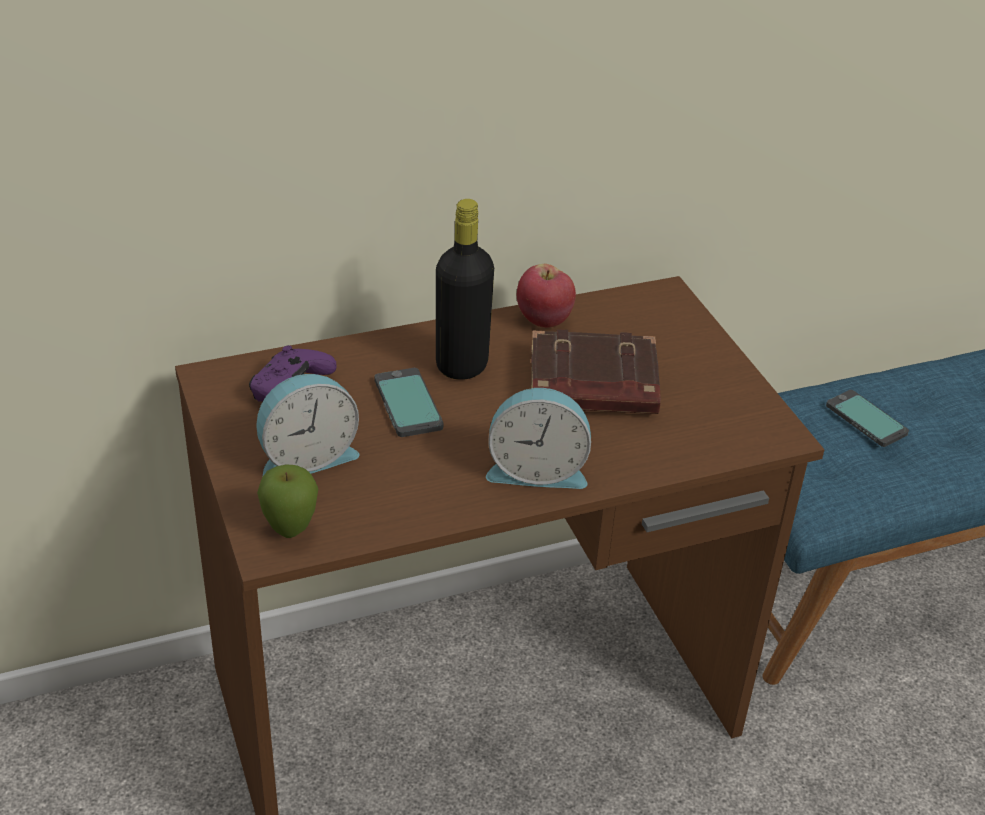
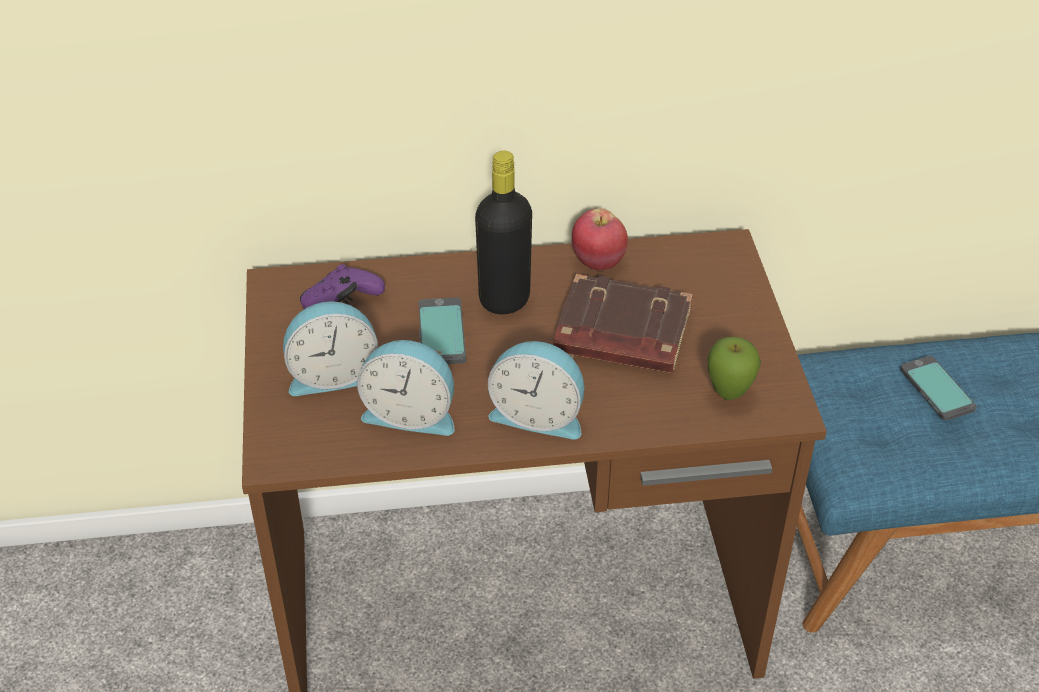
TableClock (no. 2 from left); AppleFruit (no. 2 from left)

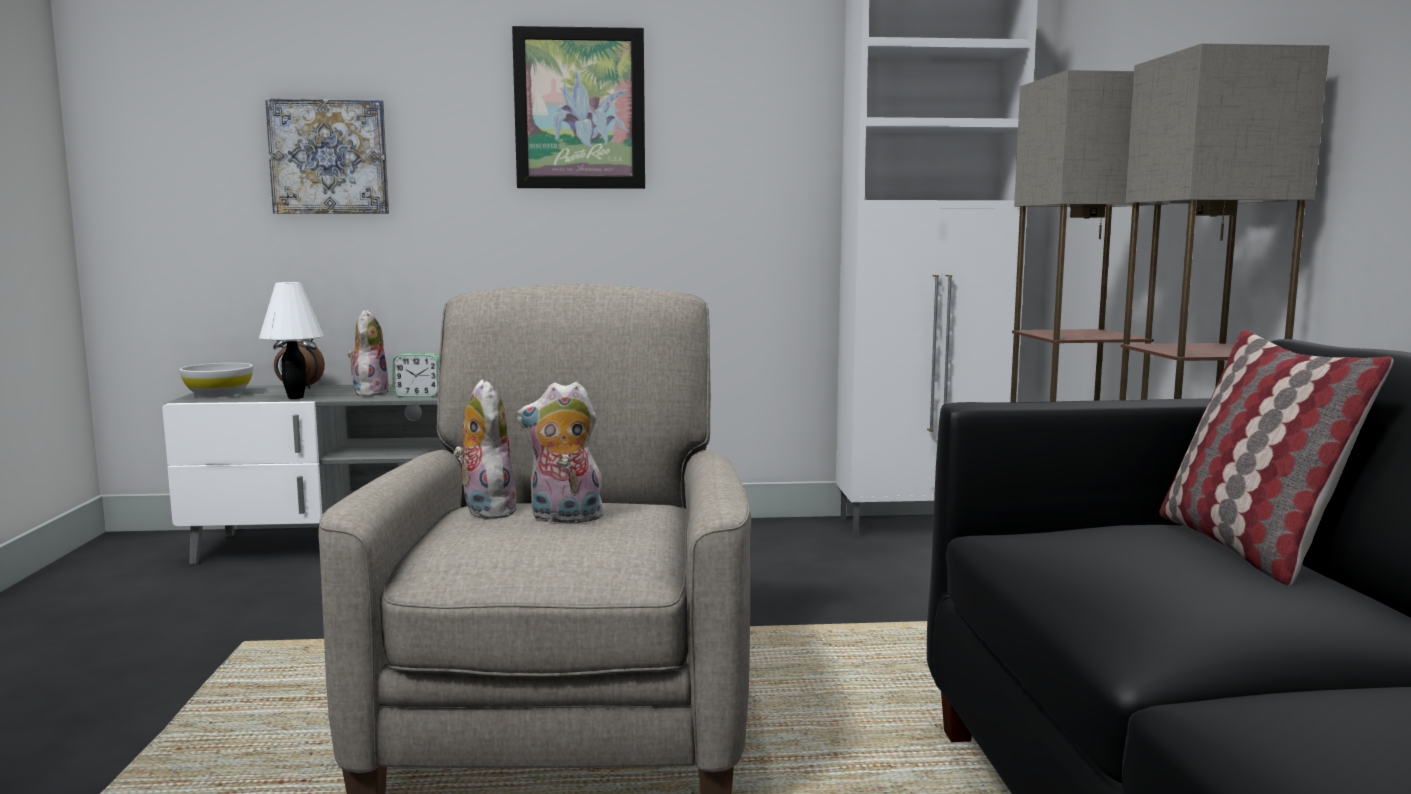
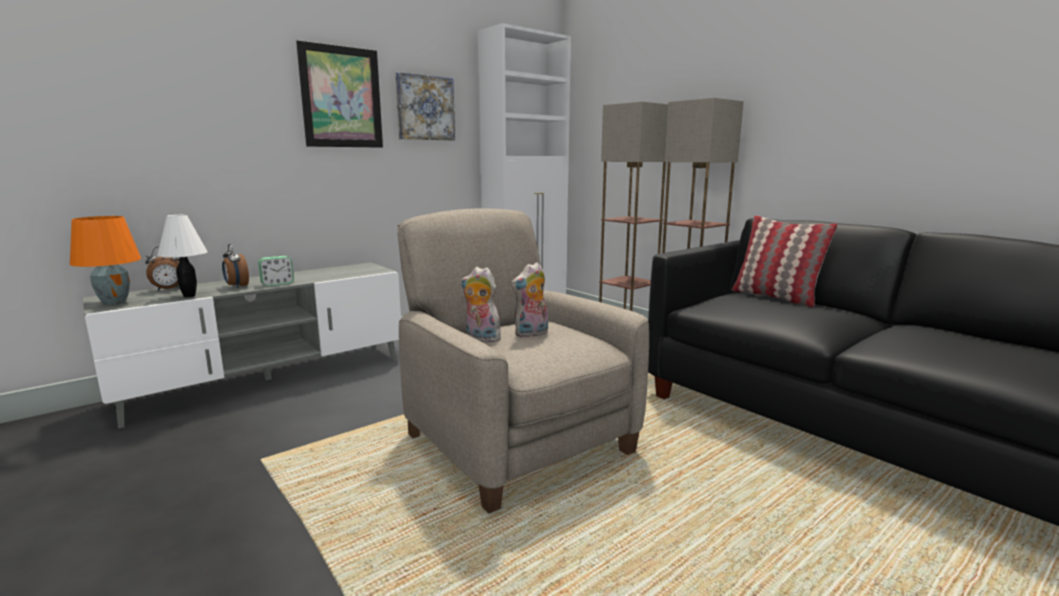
OrangeTabletopLamp; TableClock (no. 2 from left); Picture (no. 2 from left)

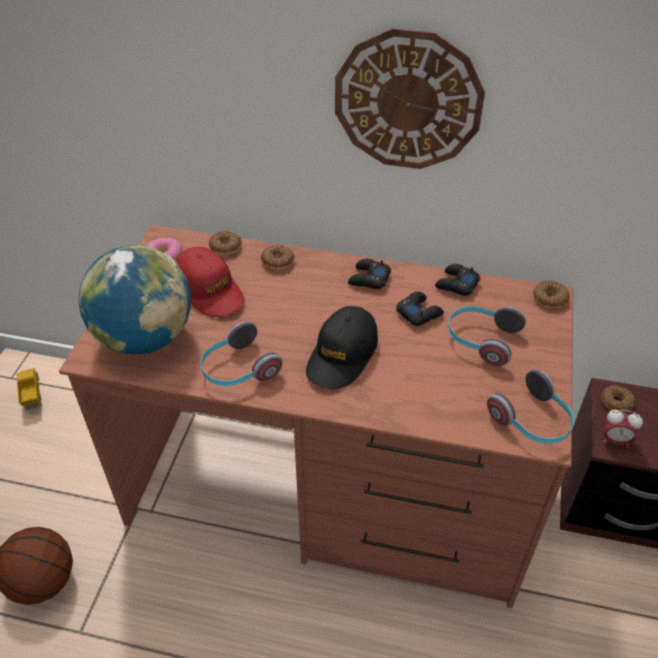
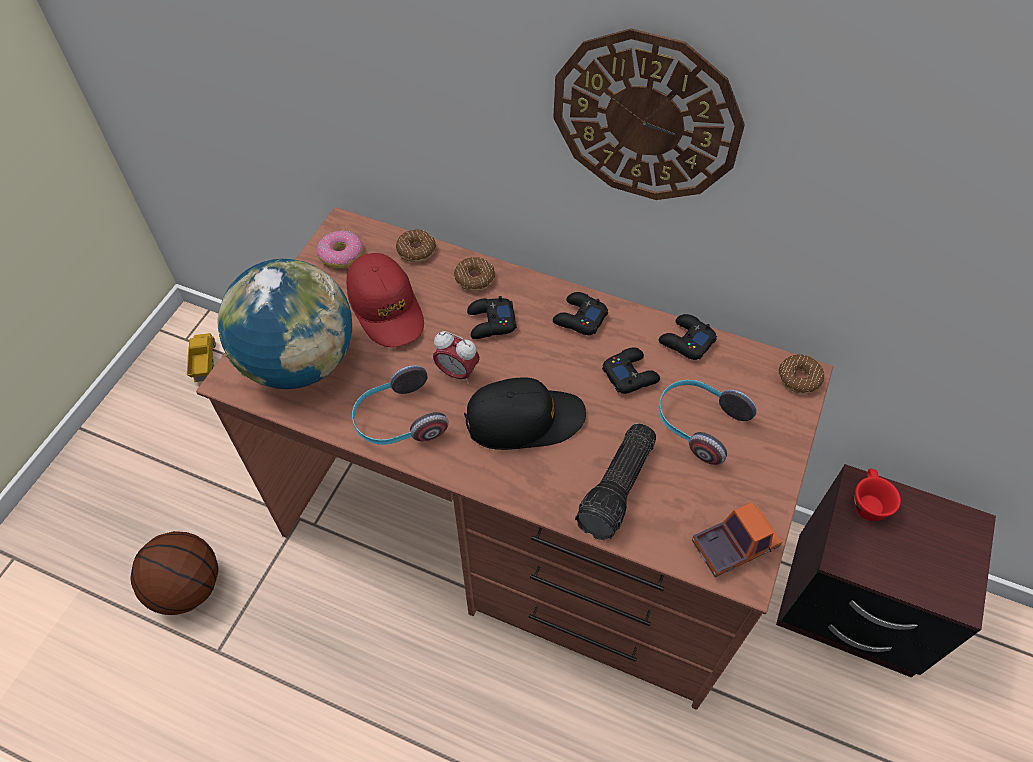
TableClock; BlackishCap; BlackishGameController (no. 1 from left); Torch; ToyLorry (no. 2 from left); RedColouredSmallCup

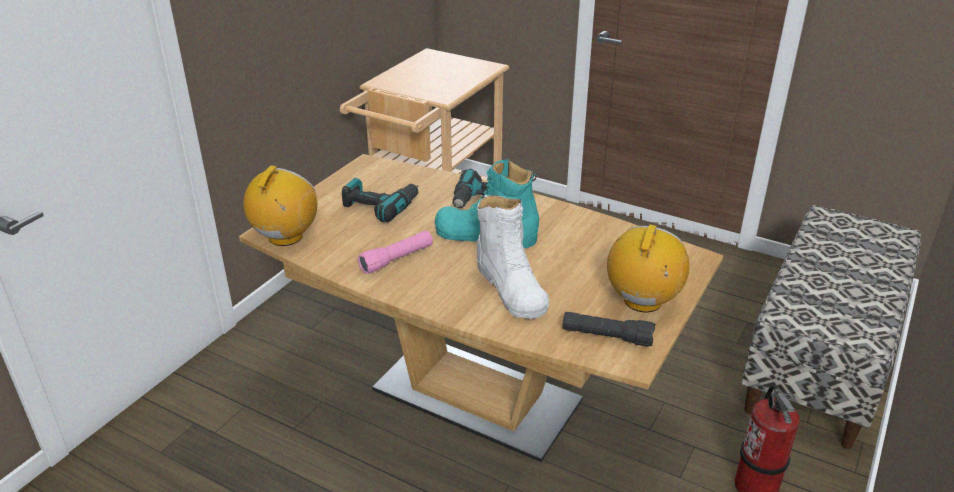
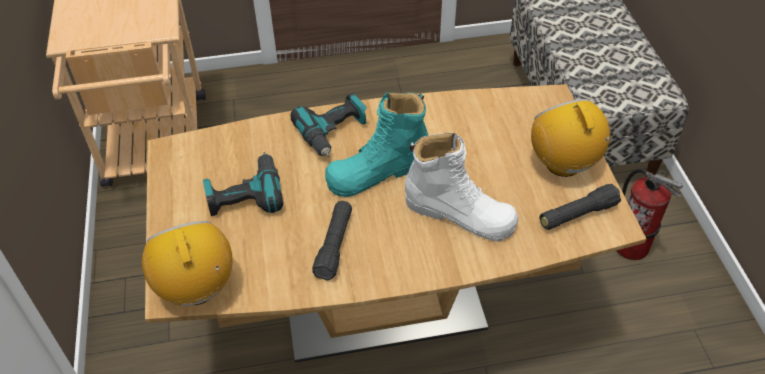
BlackishTorch (no. 1 from left)

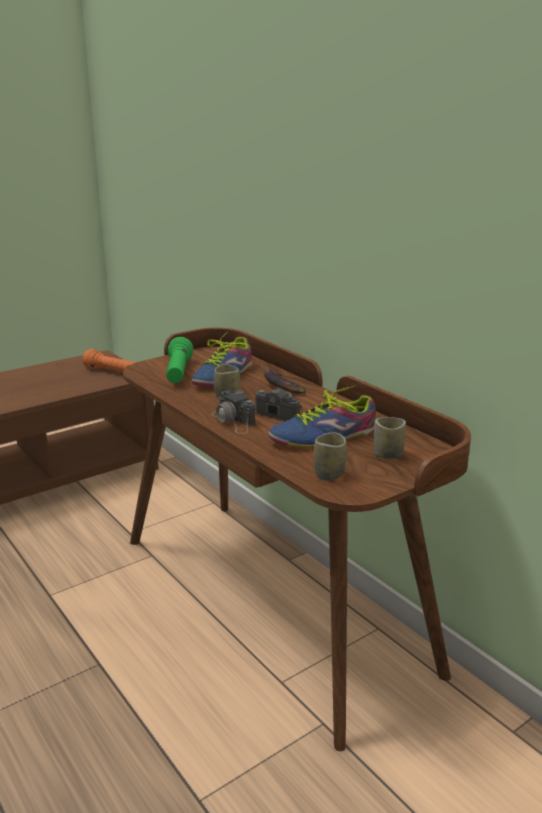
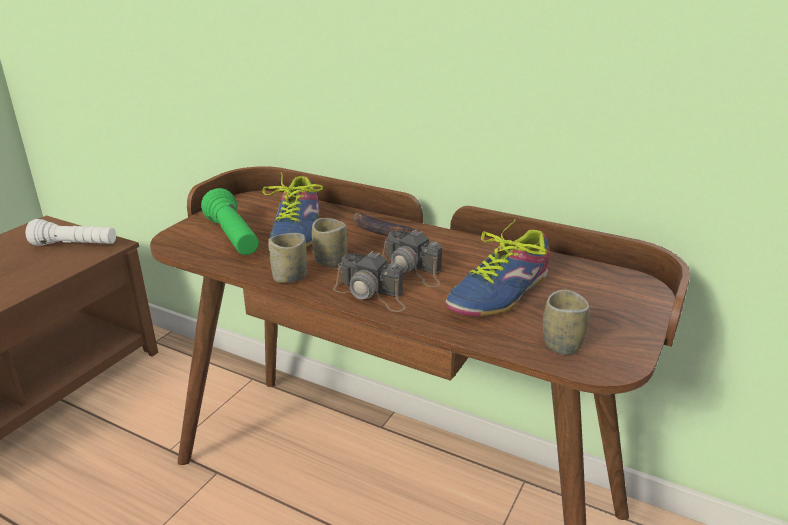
WhiteTorch; SmallCup (no. 1 from left); StillCamera (no. 2 from left)

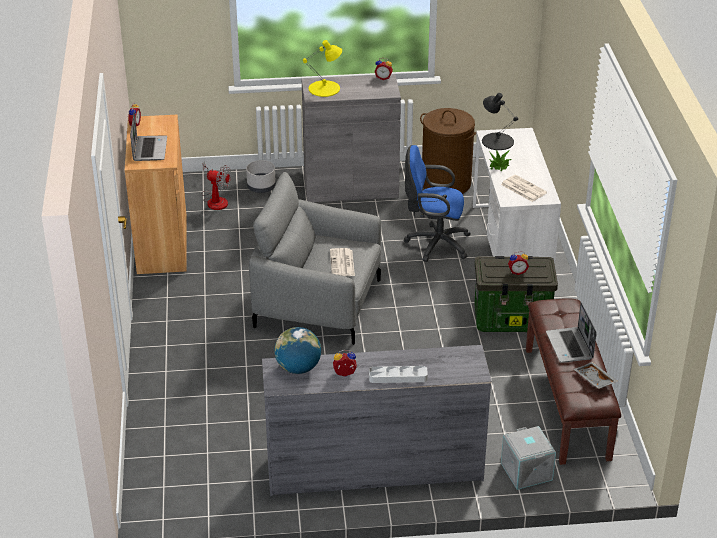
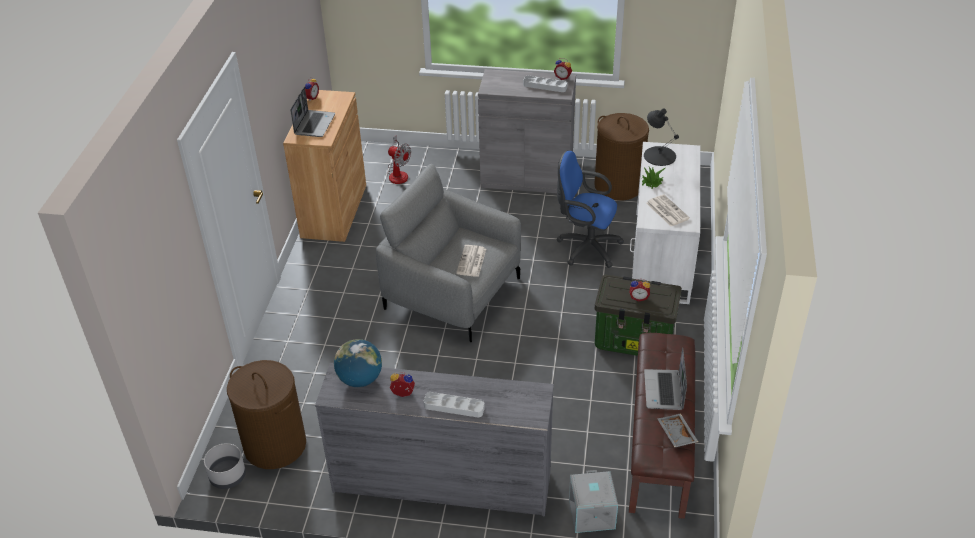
GreyishPlantPot; BrownColouredLaundryBasket (no. 1 from left); GreyishCarryingTray (no. 2 from left); YellowTabletopLamp

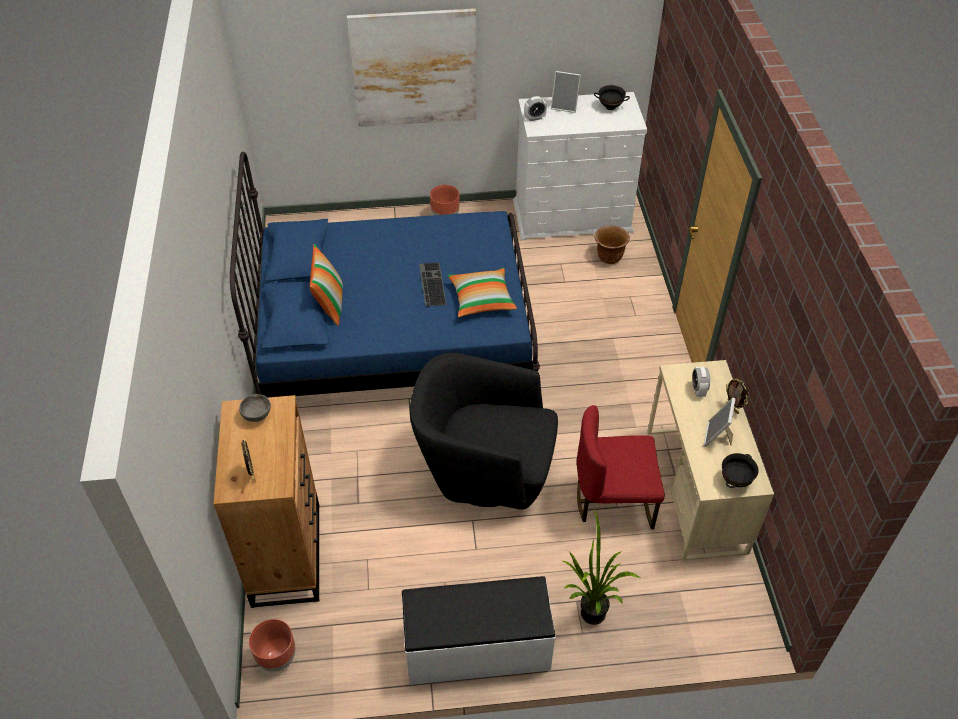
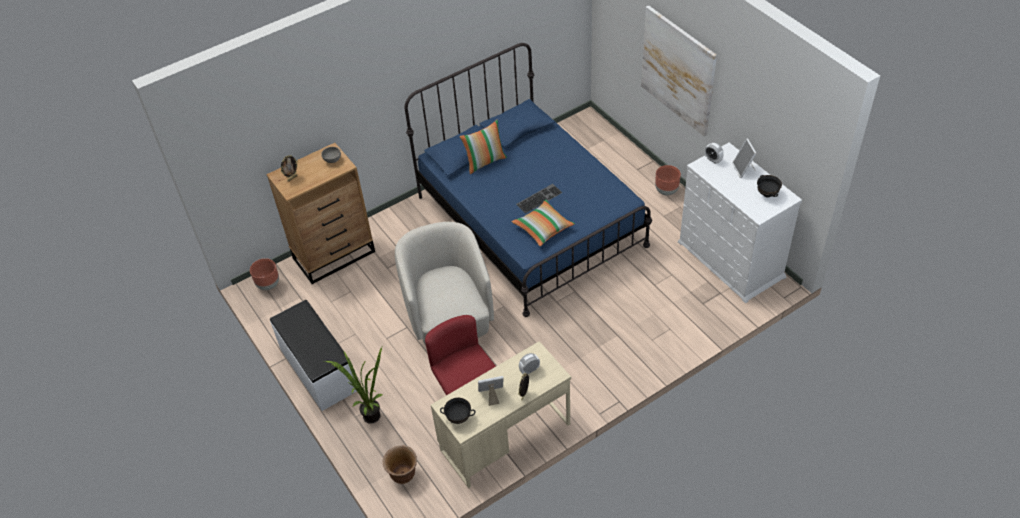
BrownColouredPlantPot (no. 2 from left); BeigeArmchair

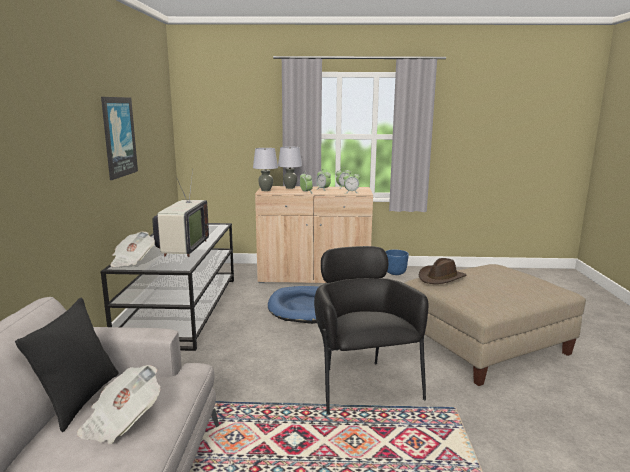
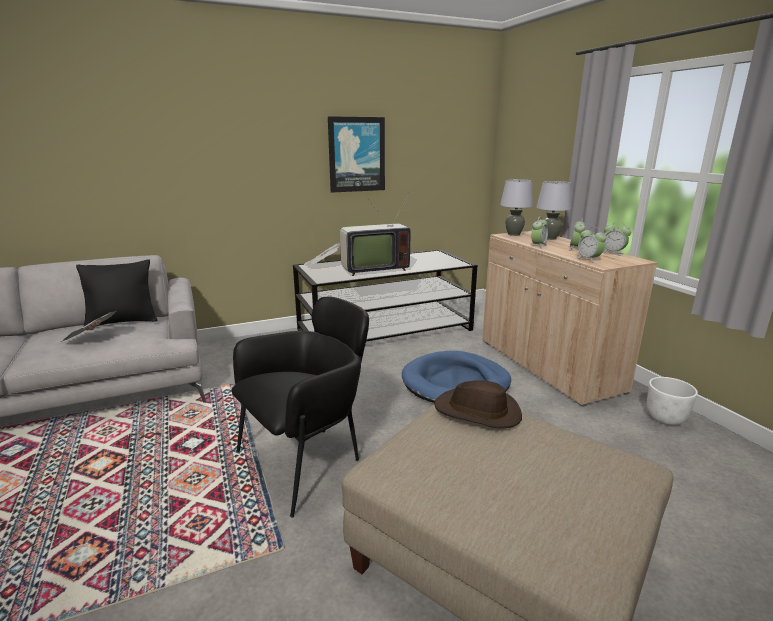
WhitePlantPot

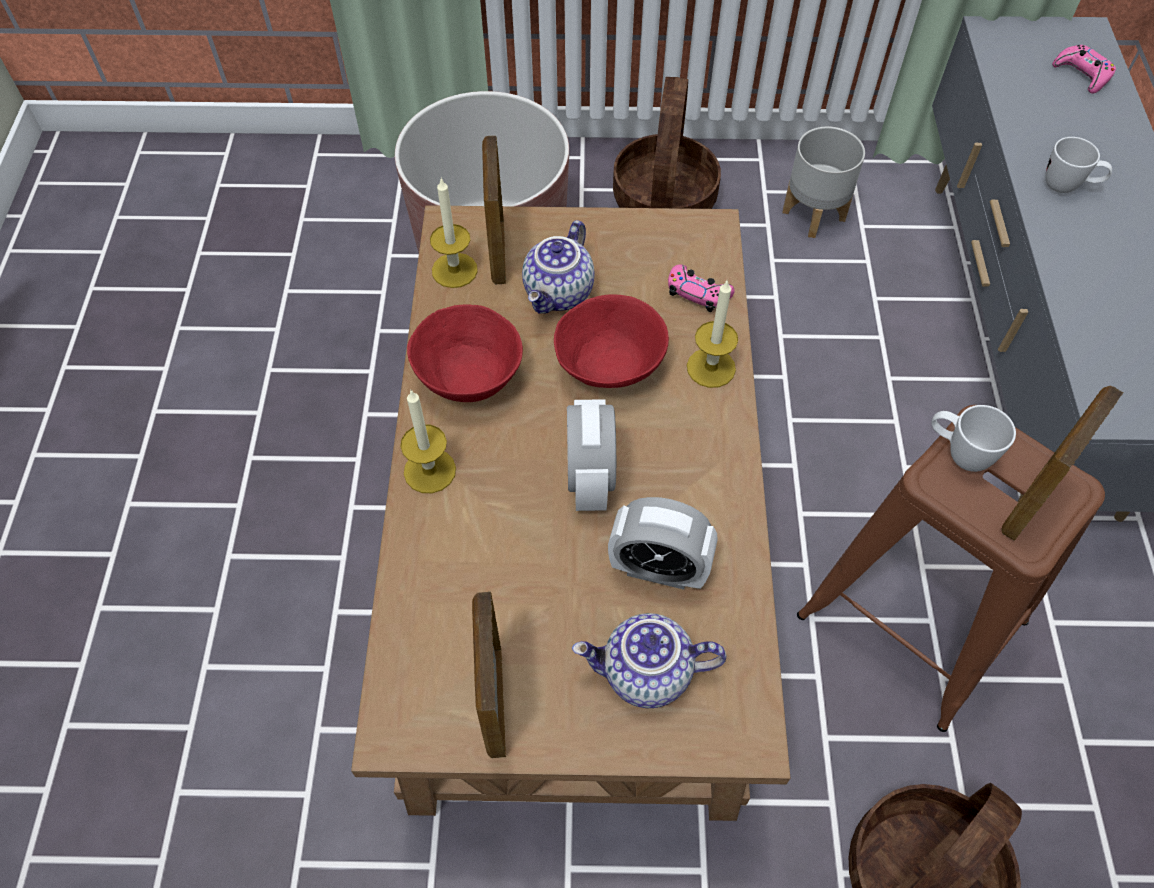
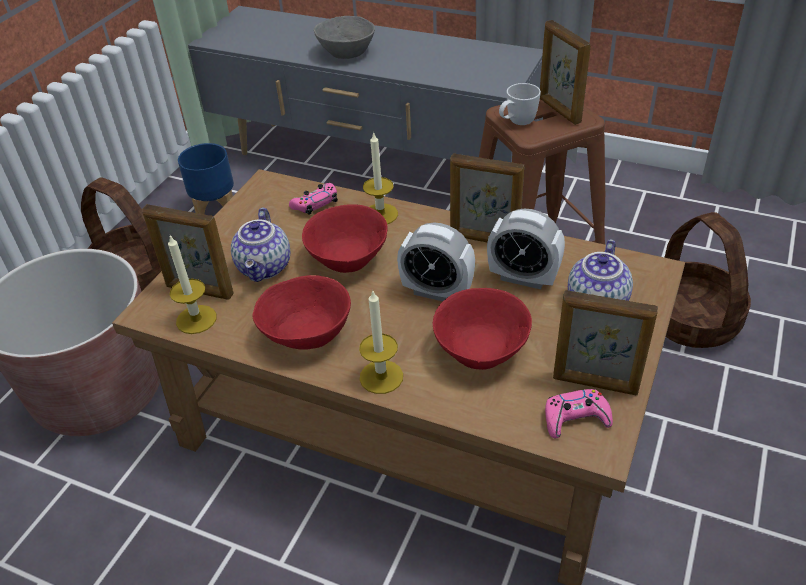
BlueColouredPlantPot; PotForTea (no. 1 from left); GreyishBowl; RedColouredBowl (no. 3 from left); PictureFrame (no. 2 from left); TableClock (no. 2 from left); PinkishGameController (no. 2 from left)

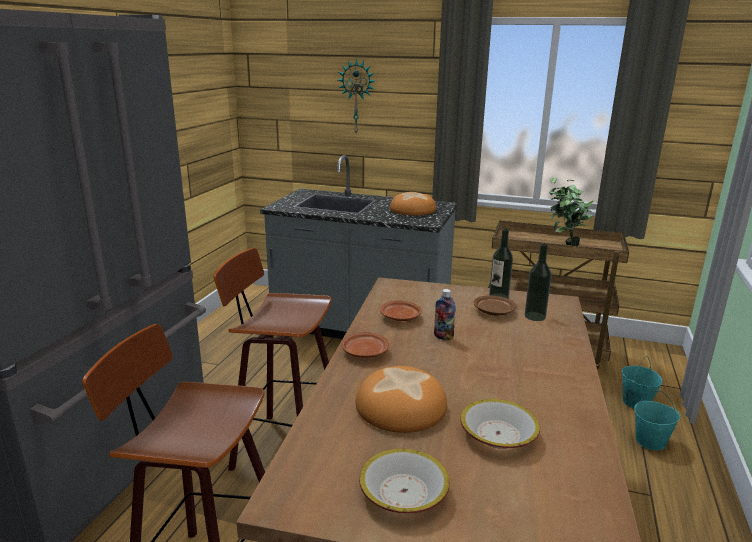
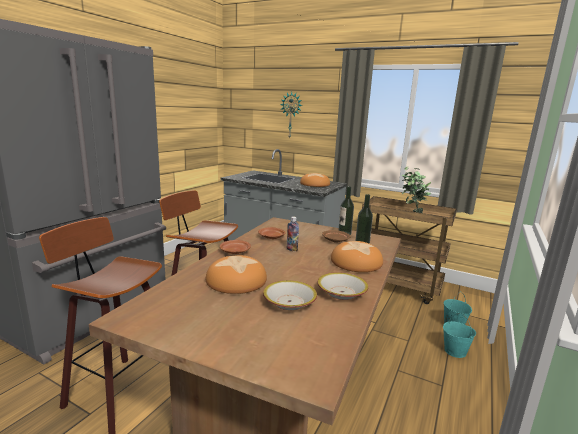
Bowl (no. 2 from left); BakedBread (no. 3 from left)

